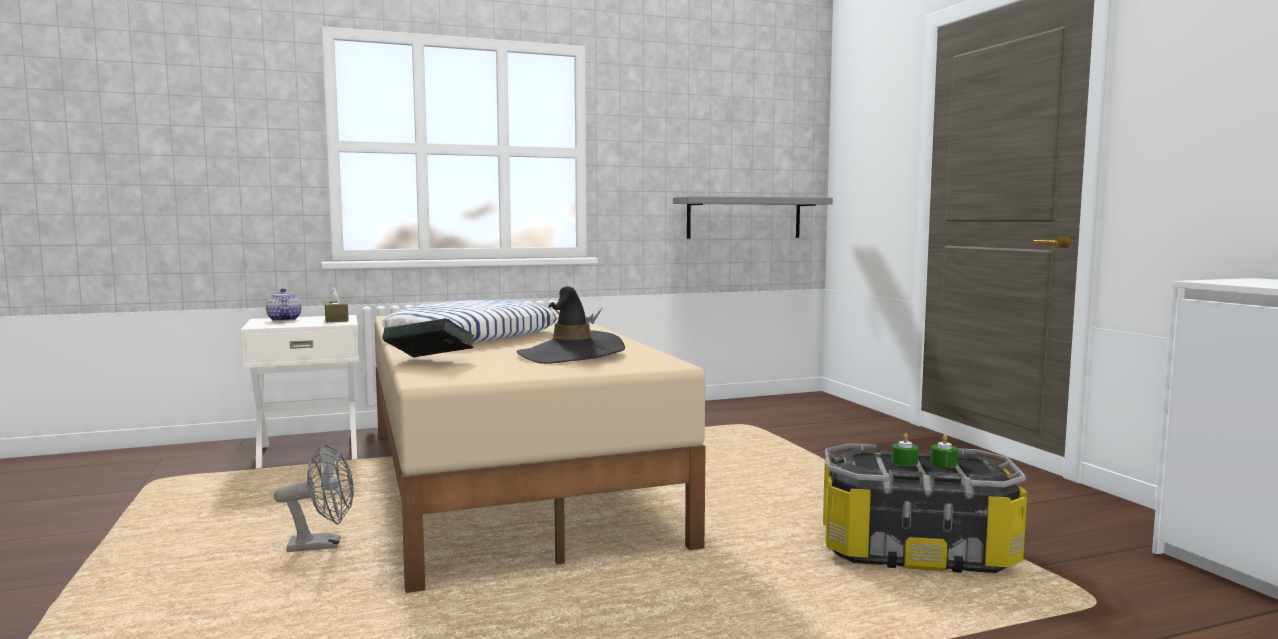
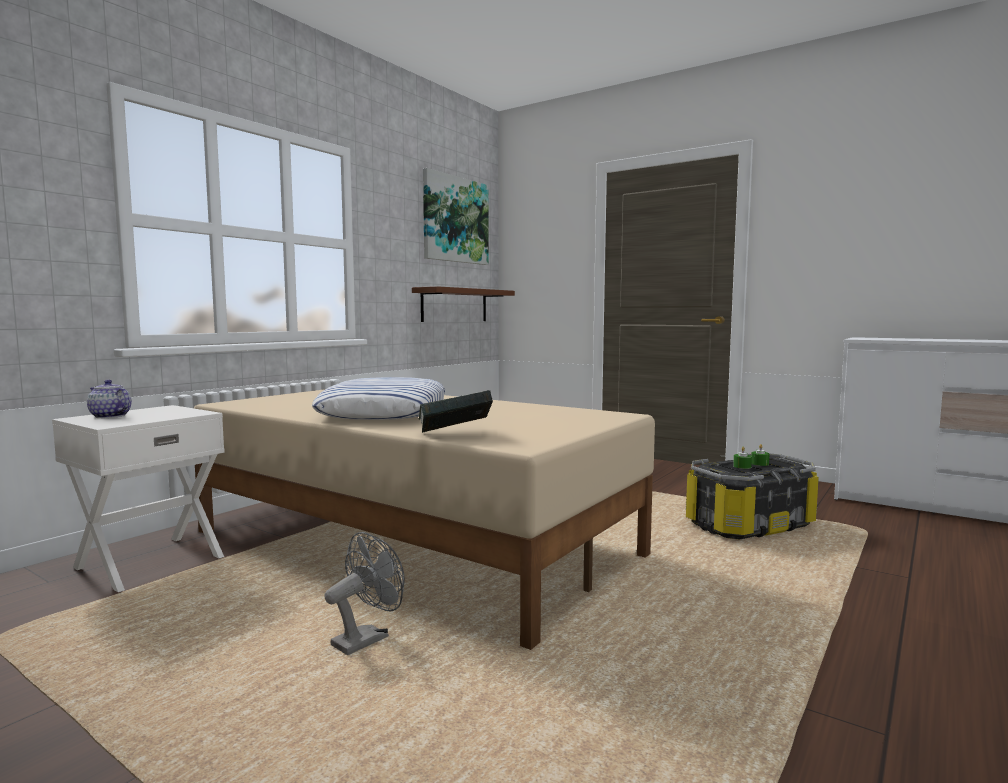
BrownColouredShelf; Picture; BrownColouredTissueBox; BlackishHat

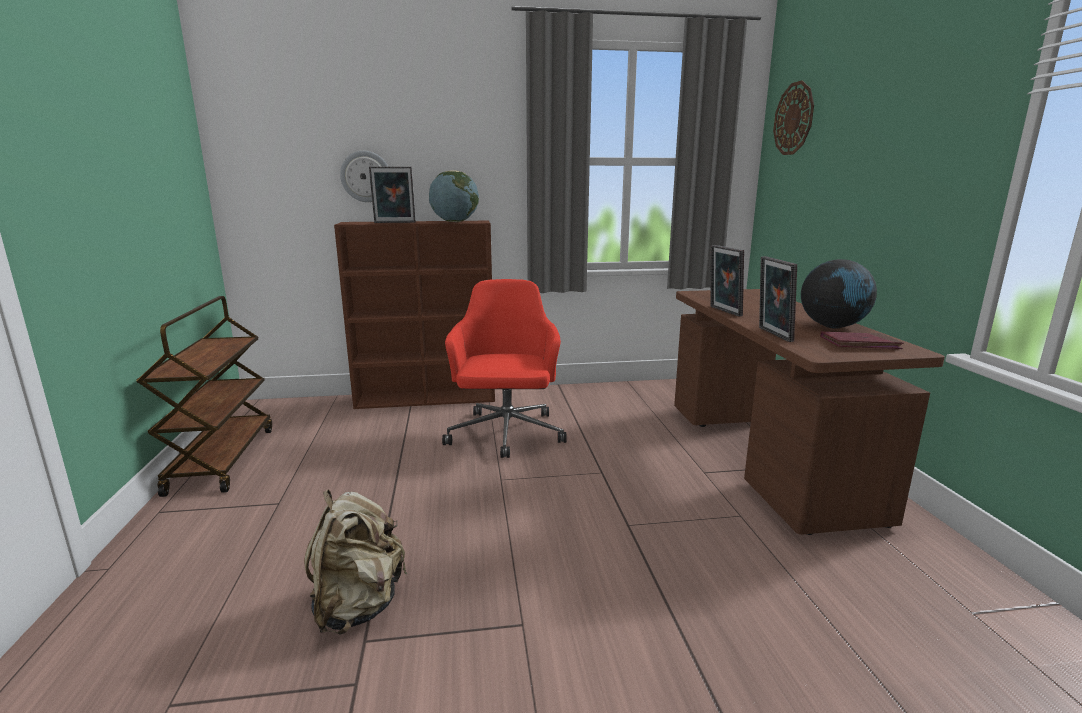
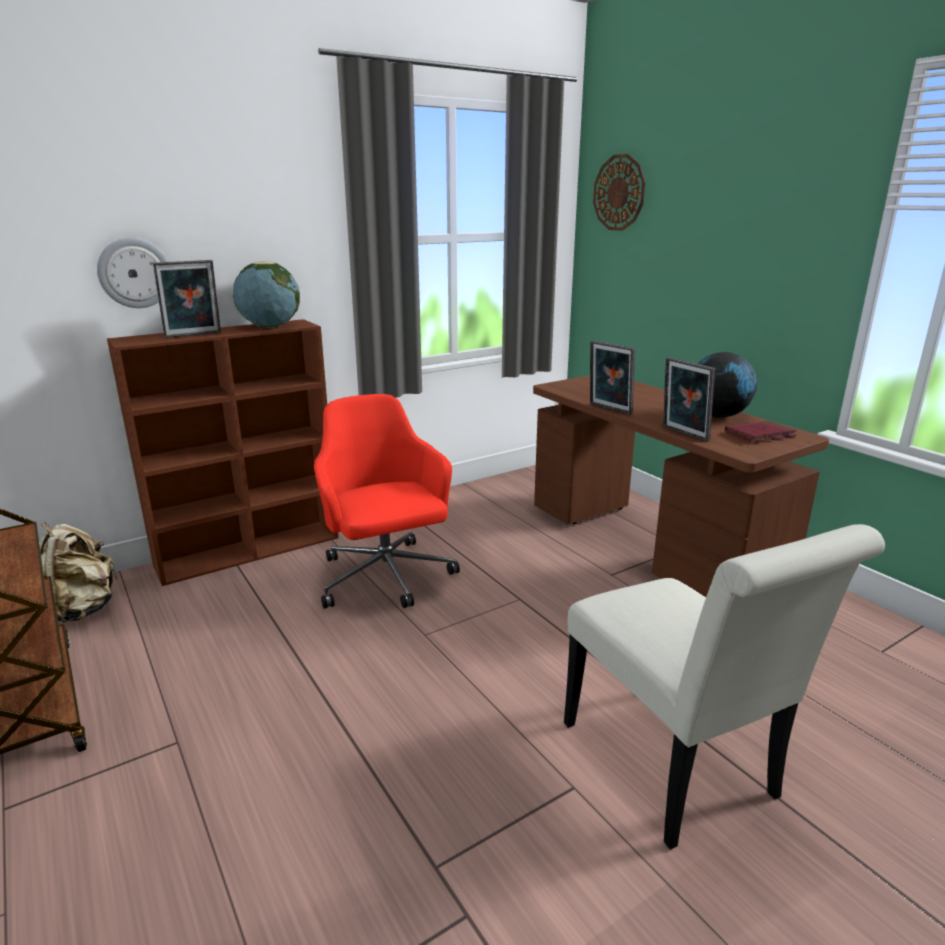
BeigeRucksack; WhitePlainChair

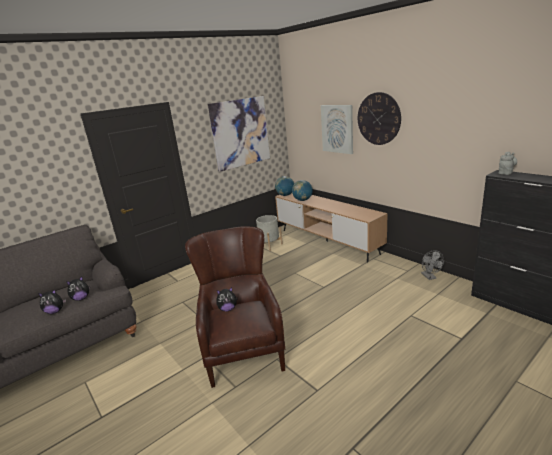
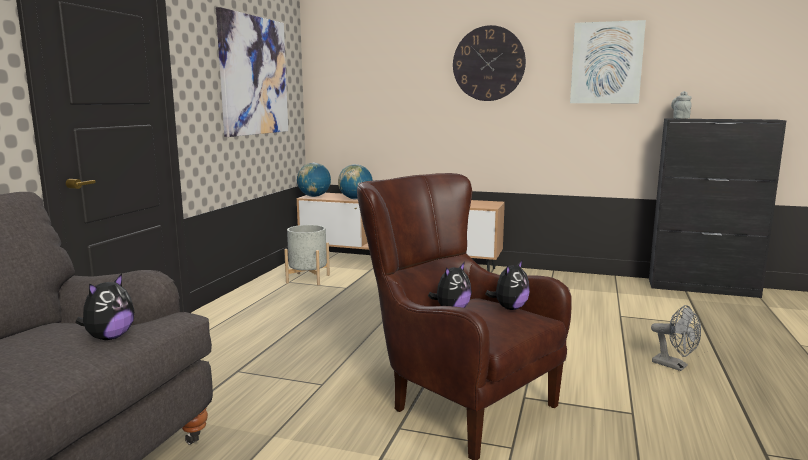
PlushToy (no. 3 from left); Picture (no. 2 from left); GreyishCoolingFan

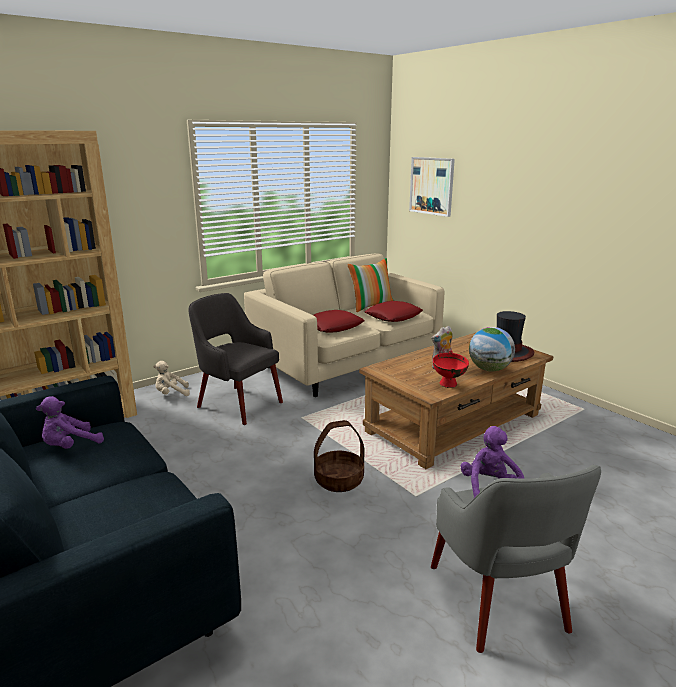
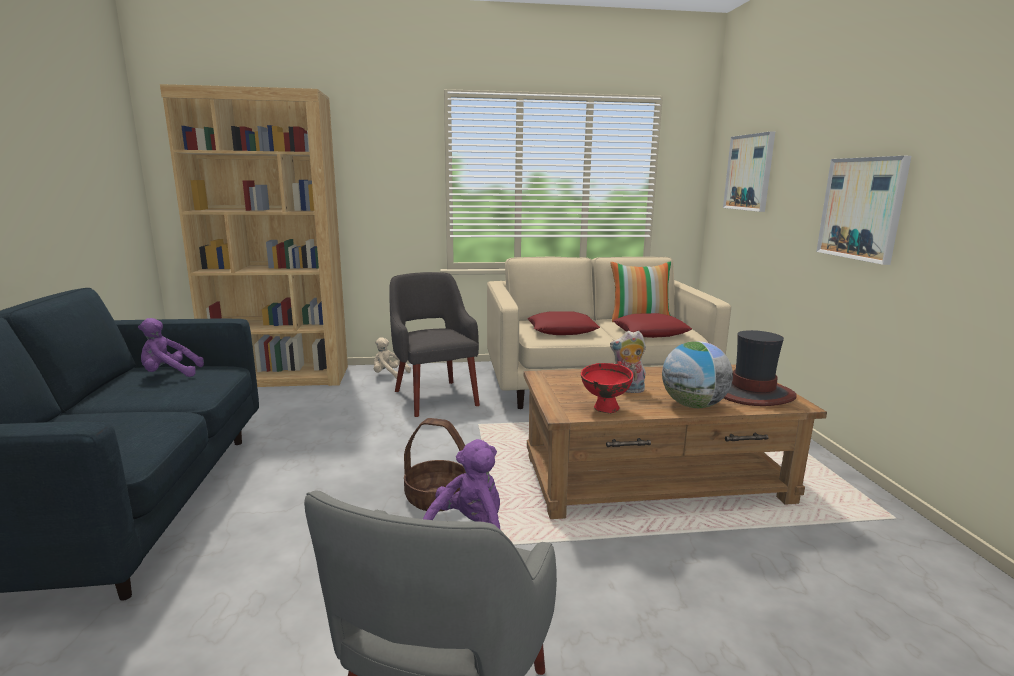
Picture (no. 2 from left)

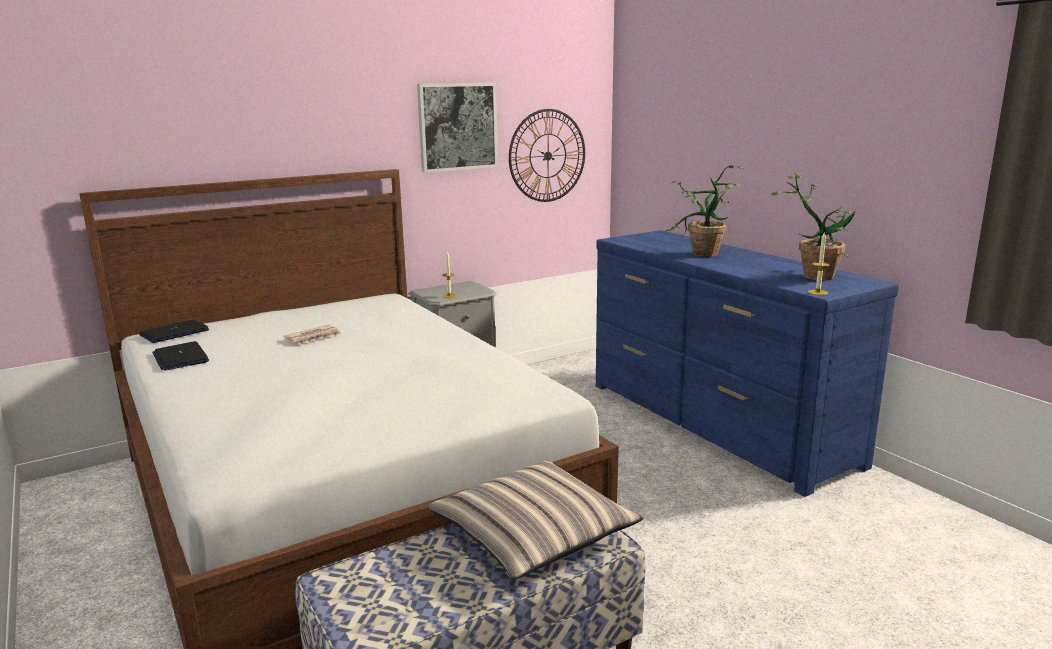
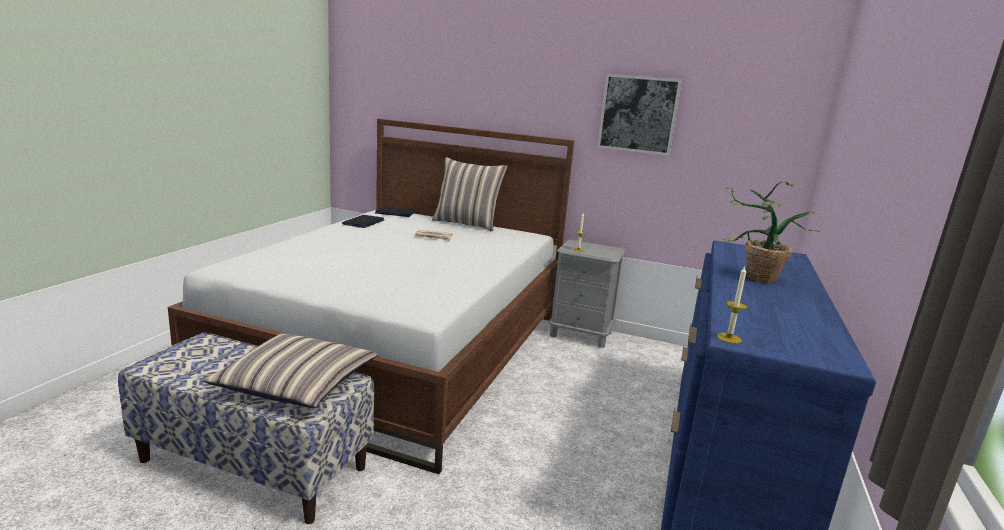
Pillow (no. 2 from left); HangingClock; Houseplant (no. 2 from left in the first image)

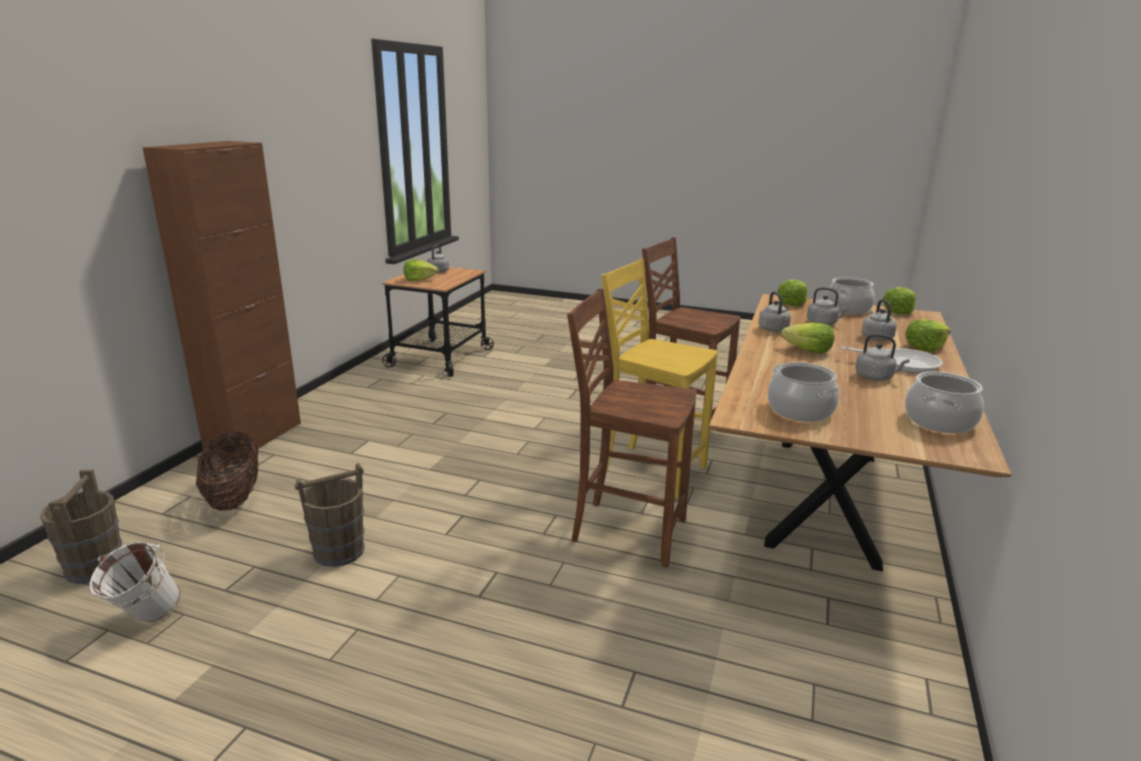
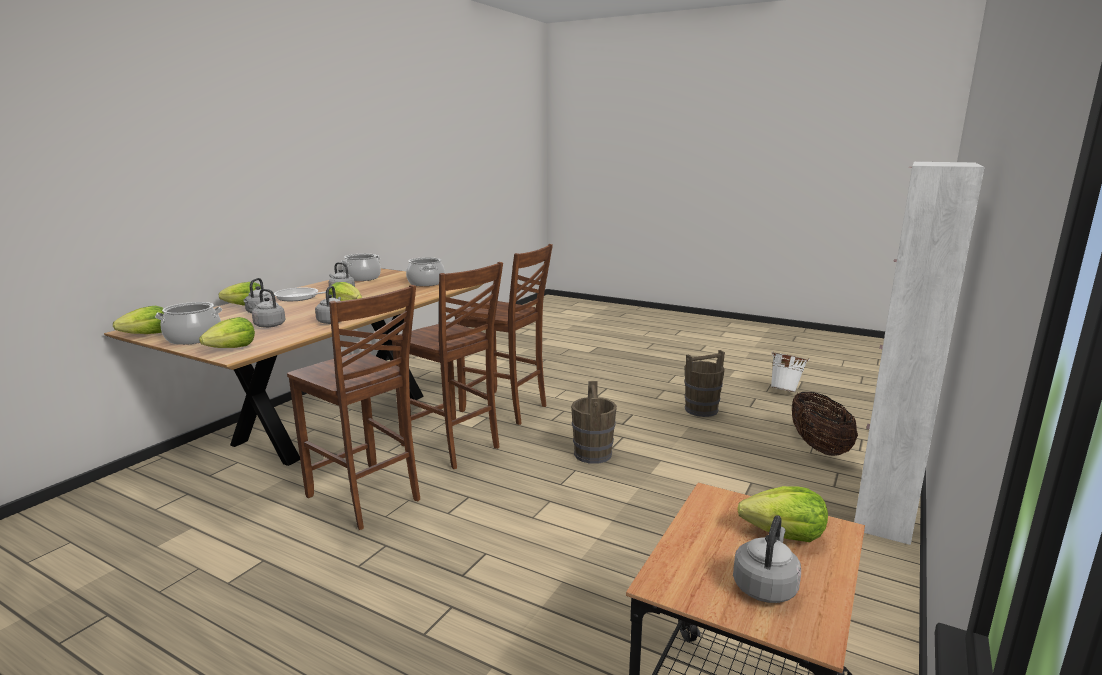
BrownColouredPlainChair (no. 2 from left); BrownColouredBucket (no. 1 from left); WhiteStorageCabinet

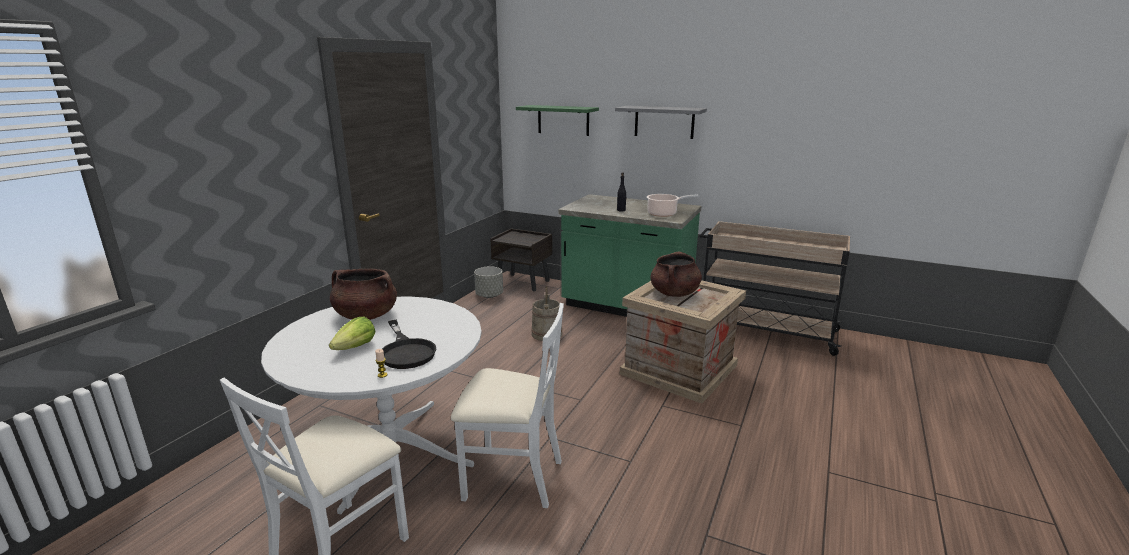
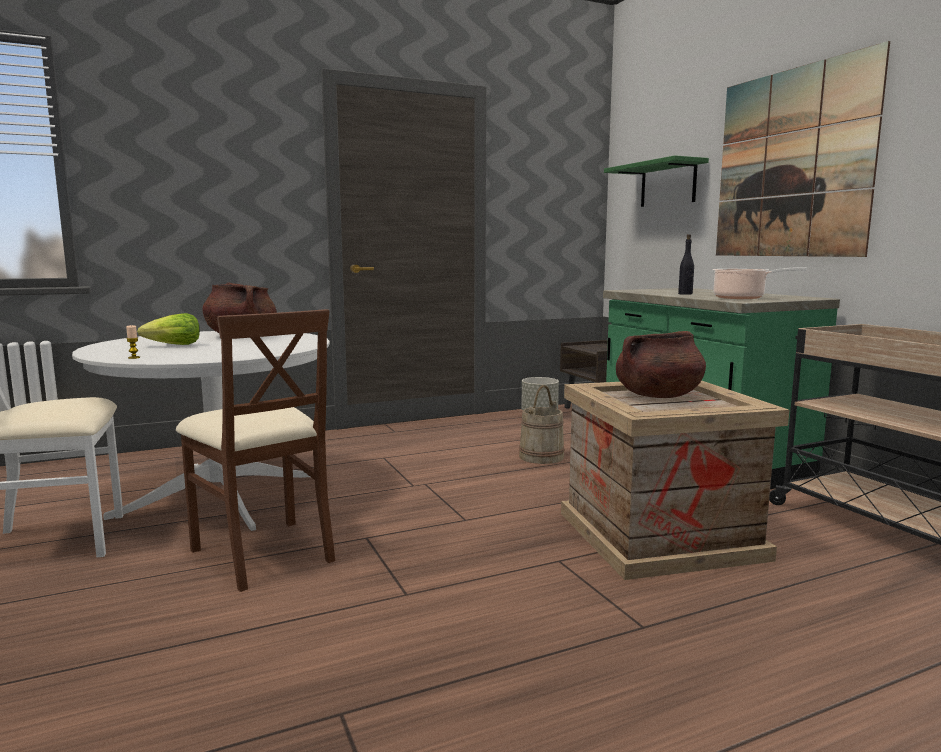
BrownColouredPlainChair; Picture; BlackishSkillet

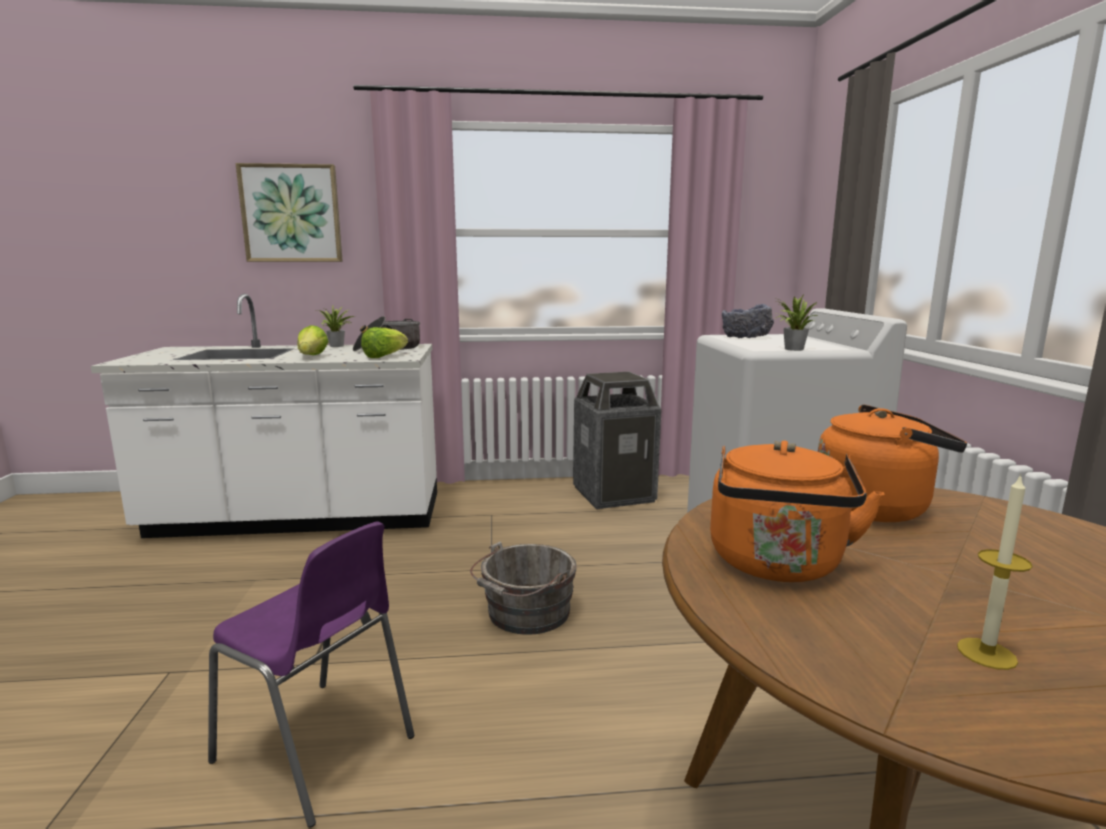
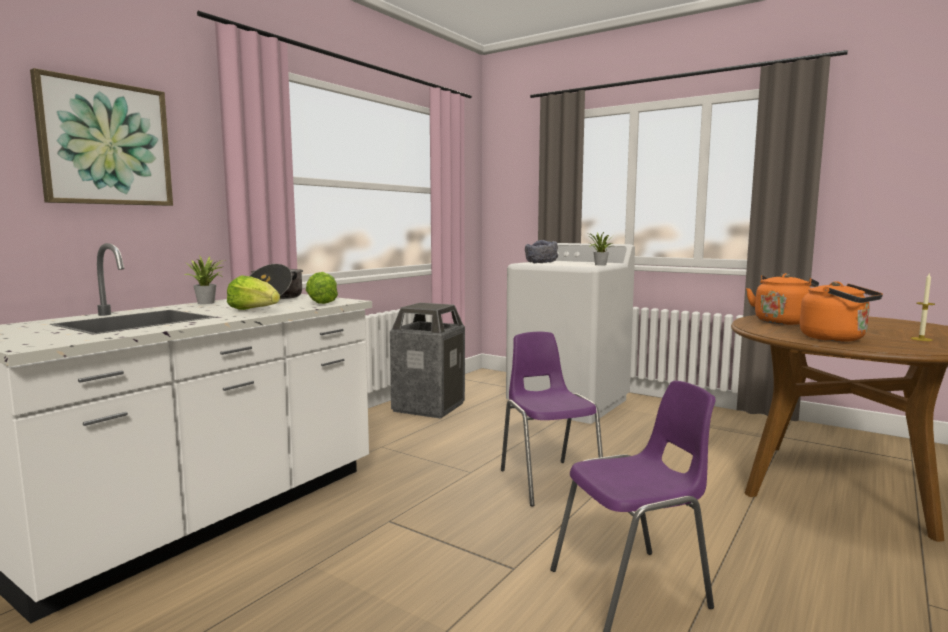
PurpleColouredPlainChair (no. 1 from left)

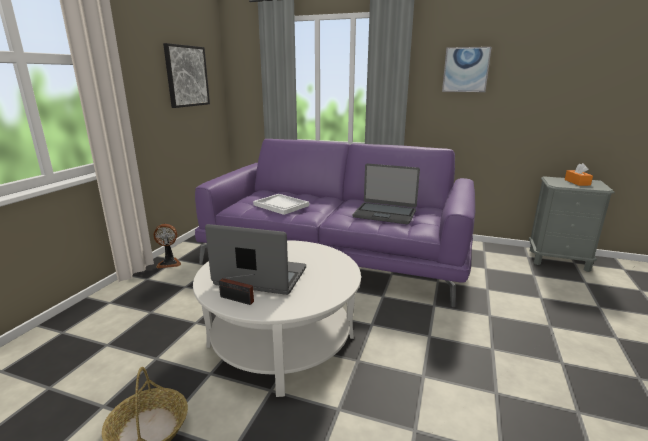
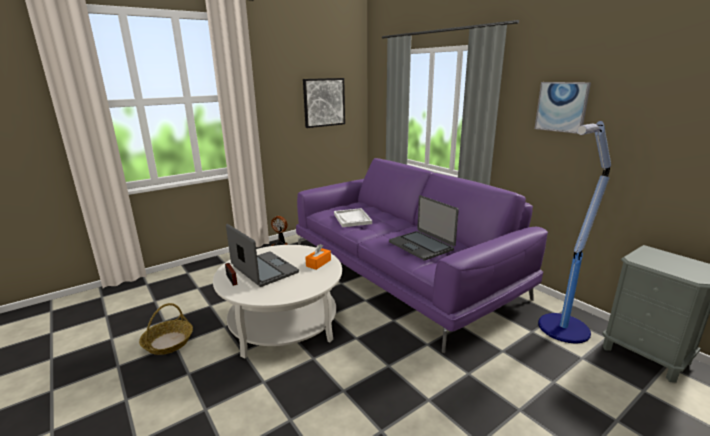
OrangeTissueBox; FloorLamp

